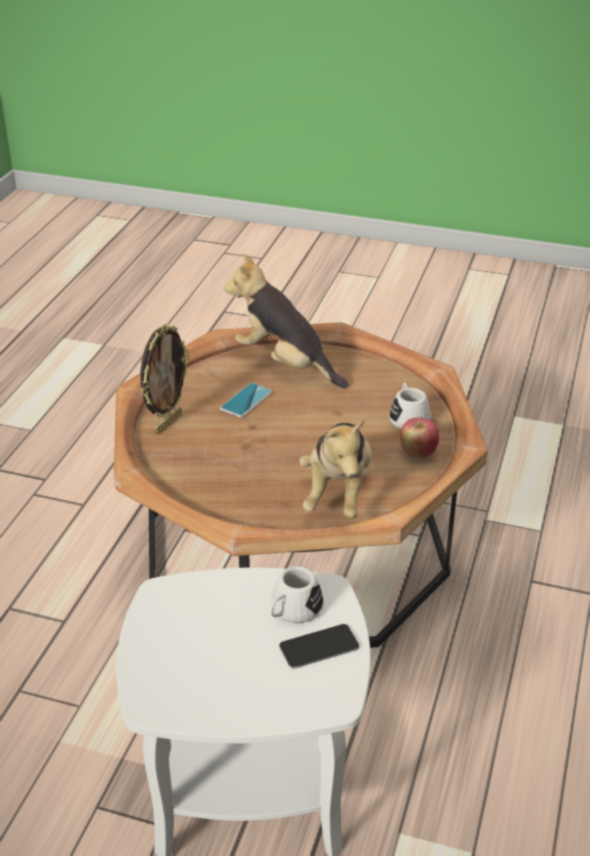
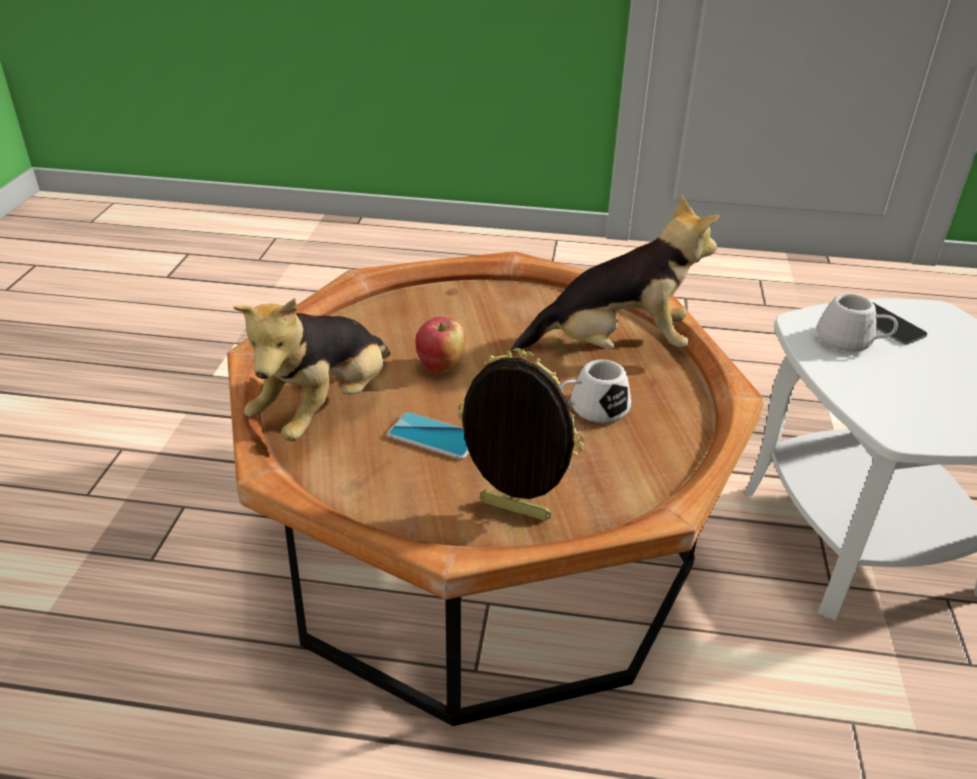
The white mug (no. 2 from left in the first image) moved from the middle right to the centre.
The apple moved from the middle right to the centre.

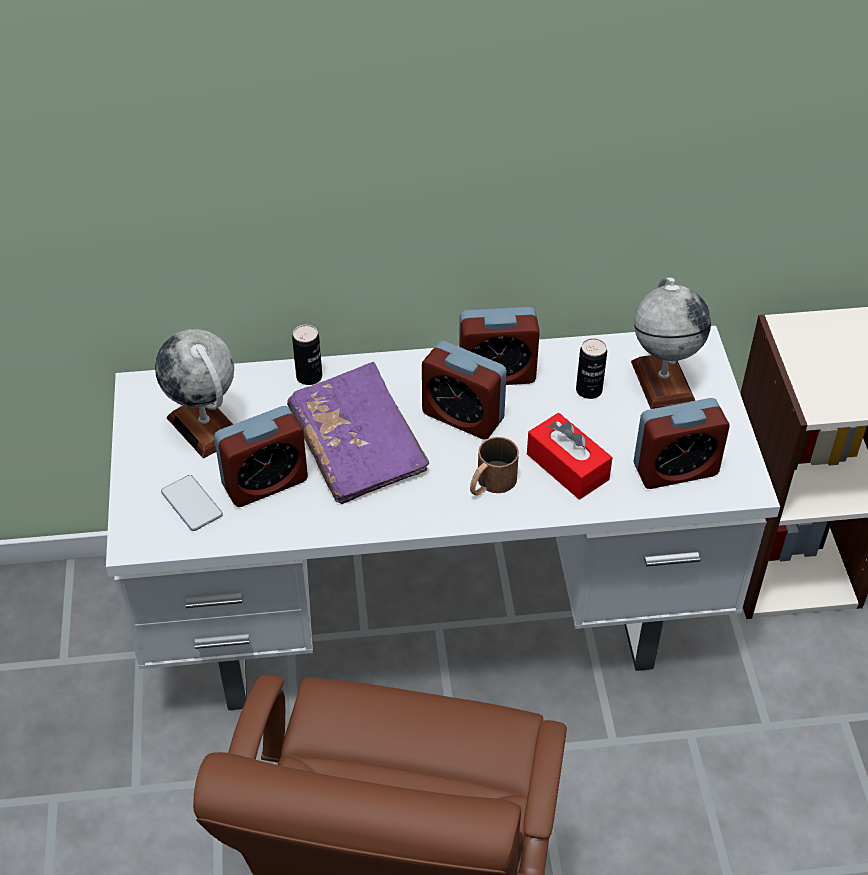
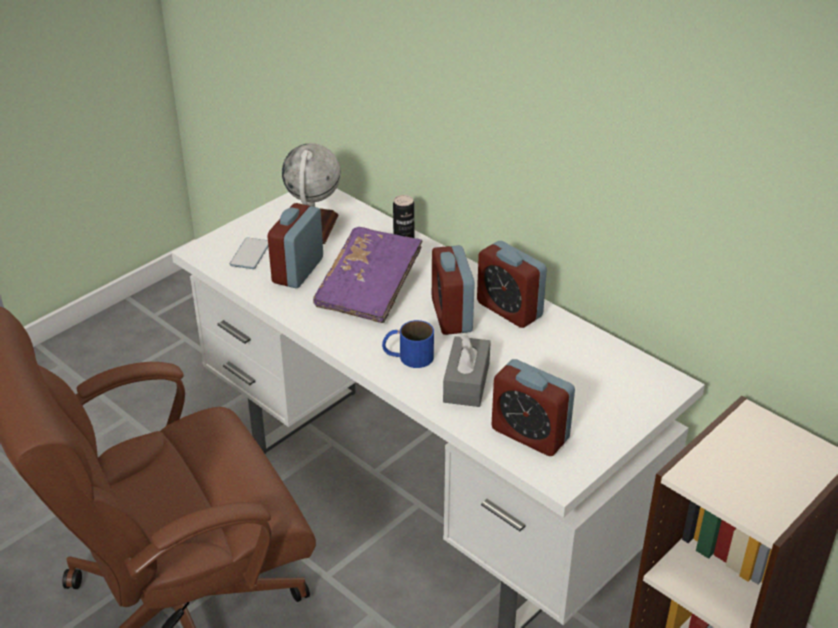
The globe (no. 2 from left) at the middle right disappeared.
The can (no. 2 from left) at the middle right disappeared.
The alarm clock (no. 1 from left) at the middle left turned 90 degrees clockwise.
The red tissue box at the centre became the grey tissue box at the centre.
The brown mug at the centre became the blue mug at the centre.

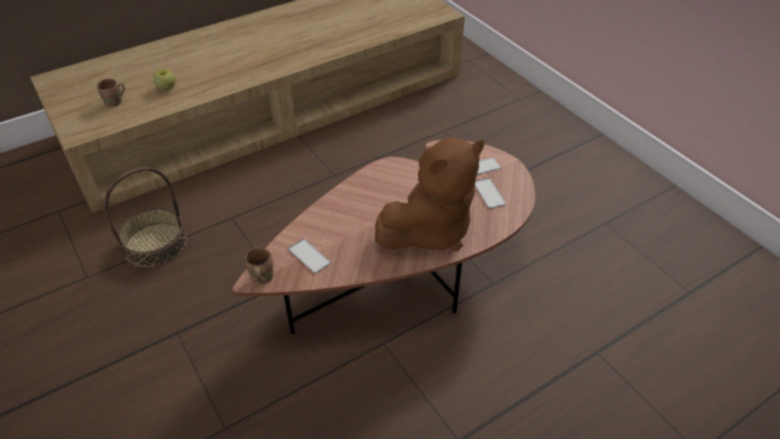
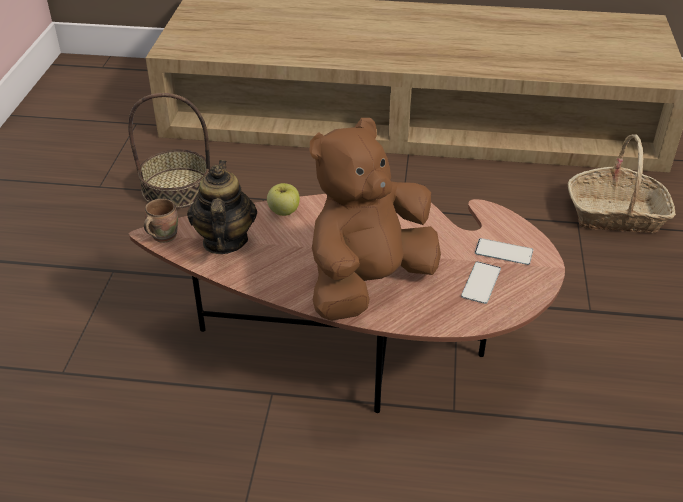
The apple moved from the top left to the centre.
The brown mug (no. 1 from left) at the top left disappeared.
The brown plush toy at the centre turned 135 degrees clockwise.
The phone (no. 1 from left) at the centre was replaced by the teapot at the middle left.
The basket (no. 2 from left) at the middle right appeared.

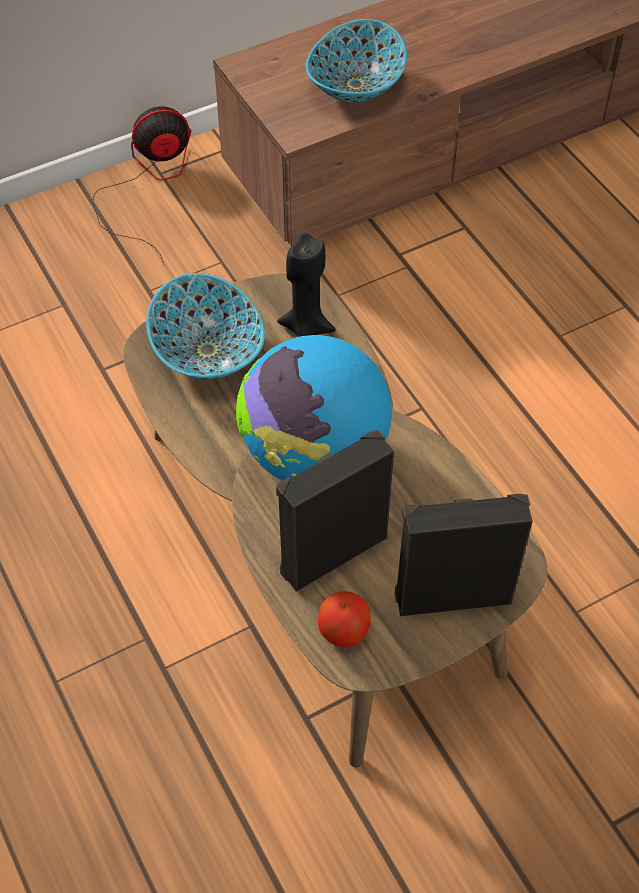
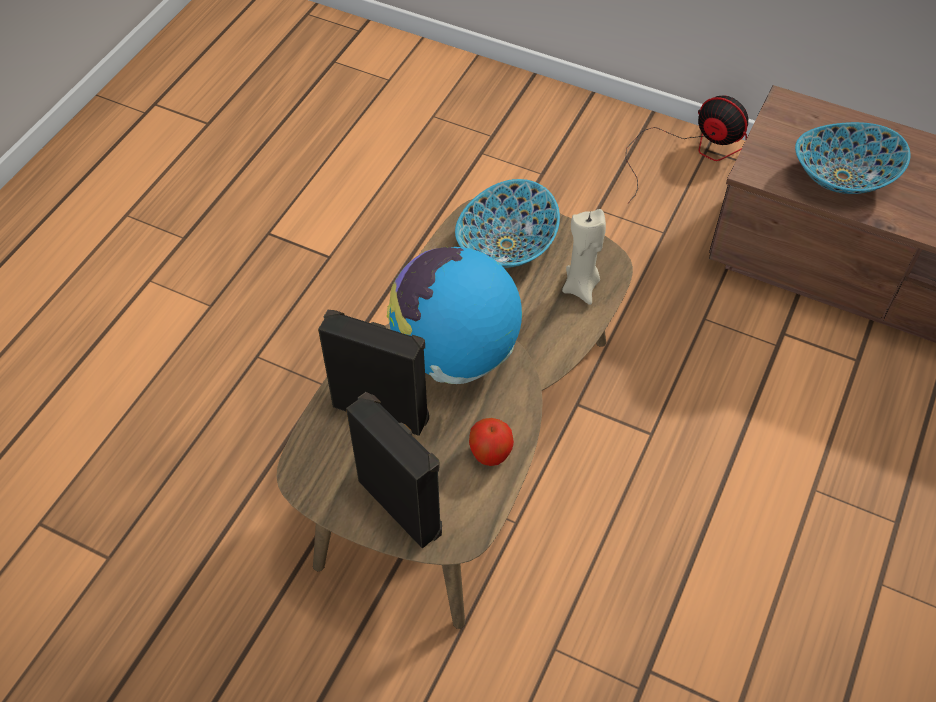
The black candle at the top centre became the beige candle at the centre.
The apple moved from the bottom centre to the centre.

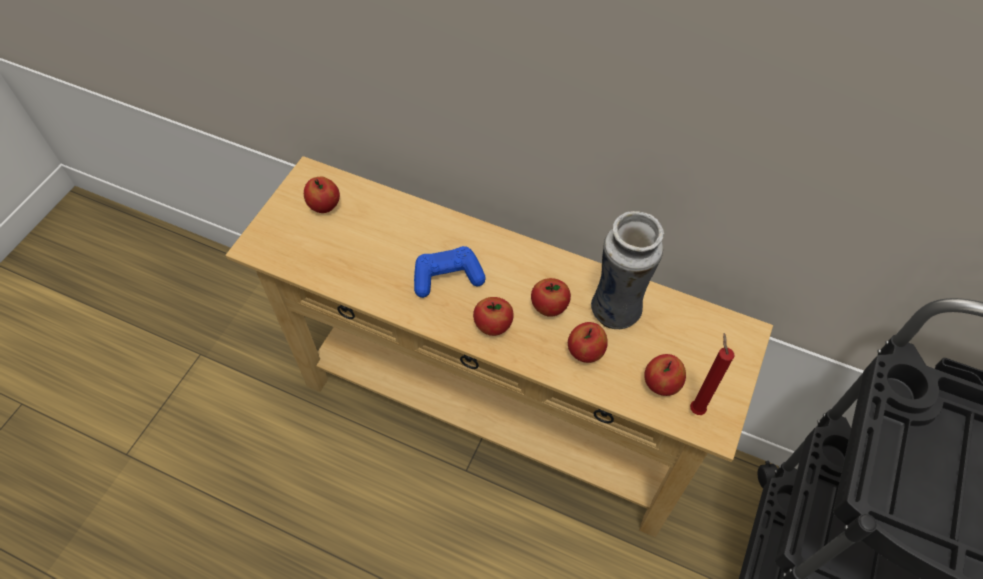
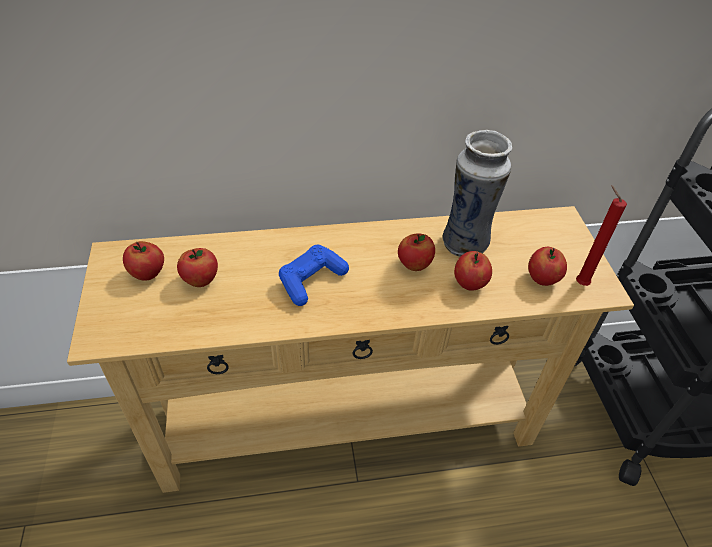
The apple (no. 2 from left) moved from the centre to the middle left.

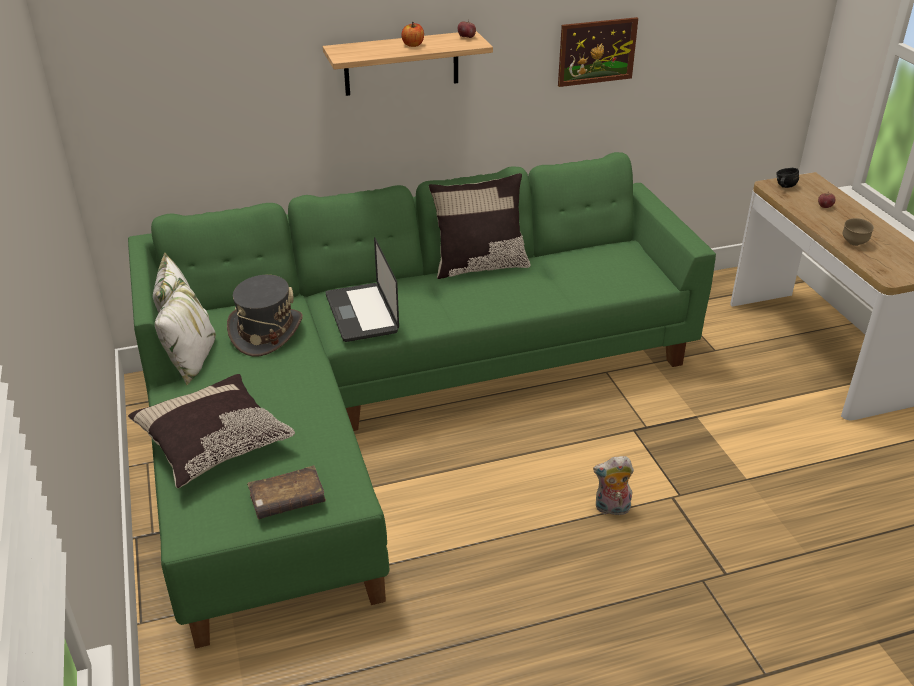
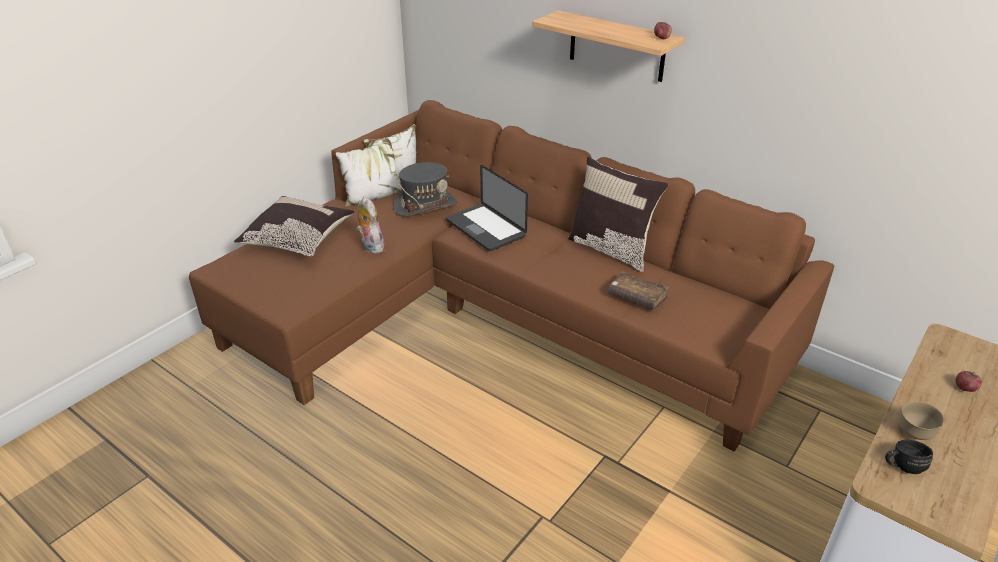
The picture at the top centre disappeared.
The apple (no. 1 from left) at the top centre disappeared.
The green sofa at the centre became the brown sofa at the centre.
The black mug moved from the top right to the bottom right.
The laptop at the centre turned 75 degrees counterclockwise.
The plush toy moved from the bottom right to the centre.
The brown book moved from the bottom left to the centre.

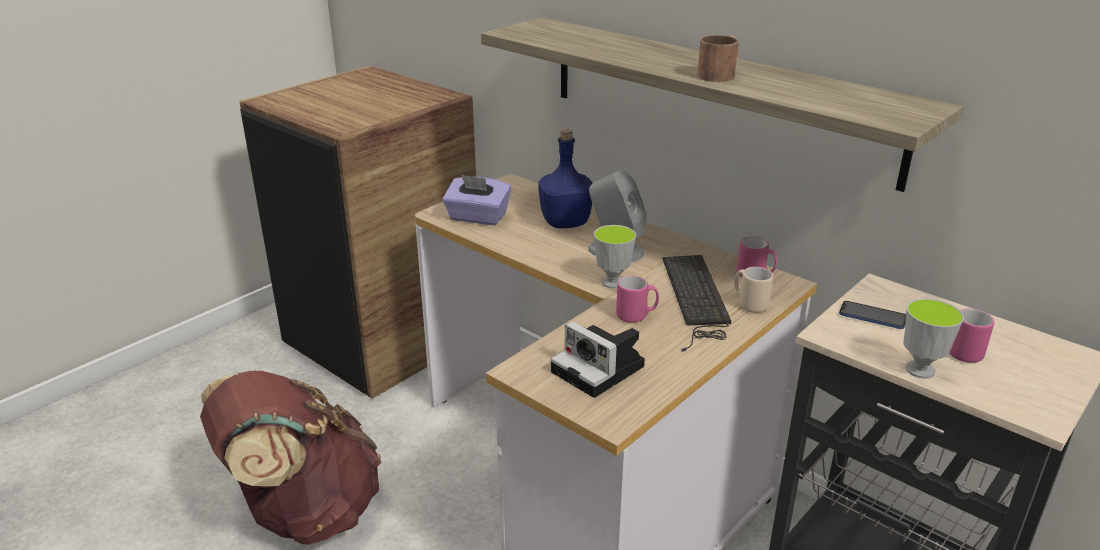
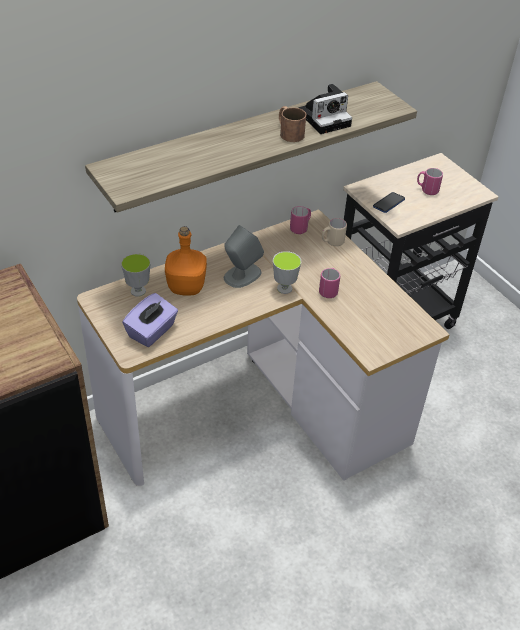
The blue bottle at the top centre became the orange bottle at the centre.
The keyboard at the centre disappeared.
The cup (no. 2 from left in the first image) moved from the middle right to the middle left.
The photo camera moved from the centre to the top centre.
The brown backpack at the bottom left disappeared.

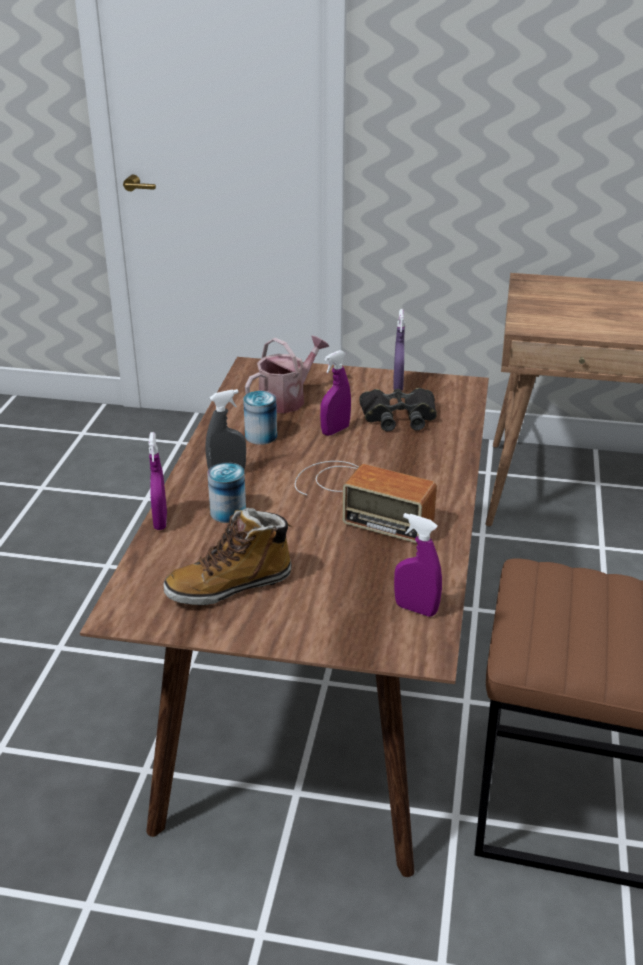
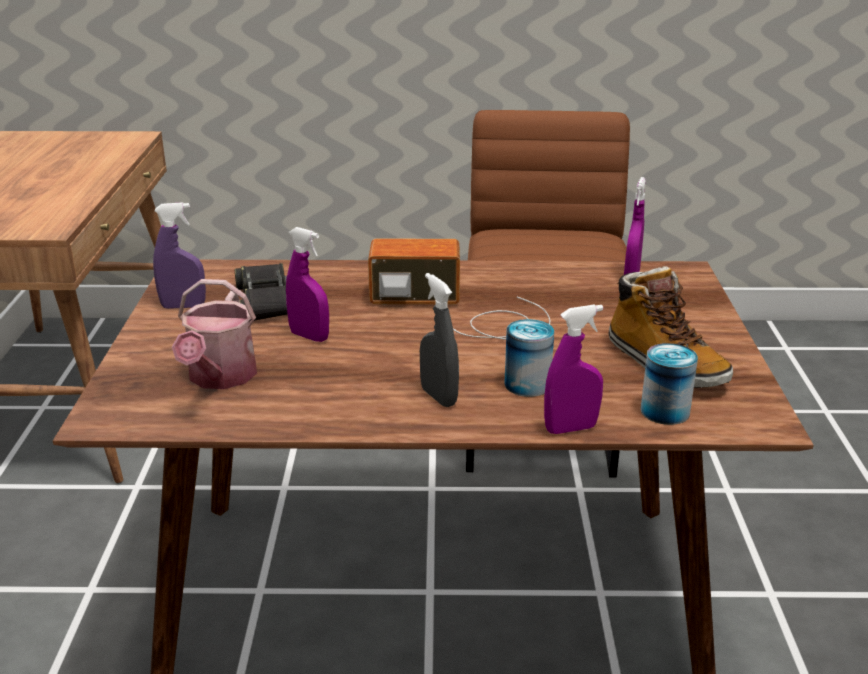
The watering can at the centre turned 120 degrees counterclockwise.
The can (no. 2 from left) moved from the centre to the middle right.
The radio at the centre turned 105 degrees counterclockwise.

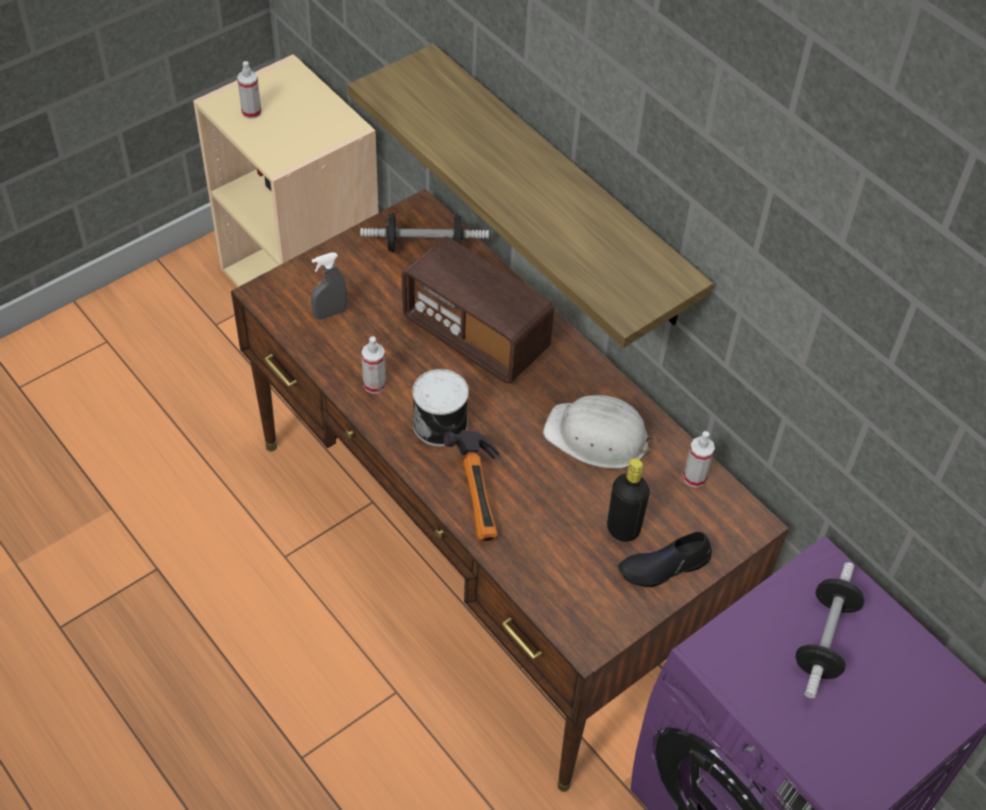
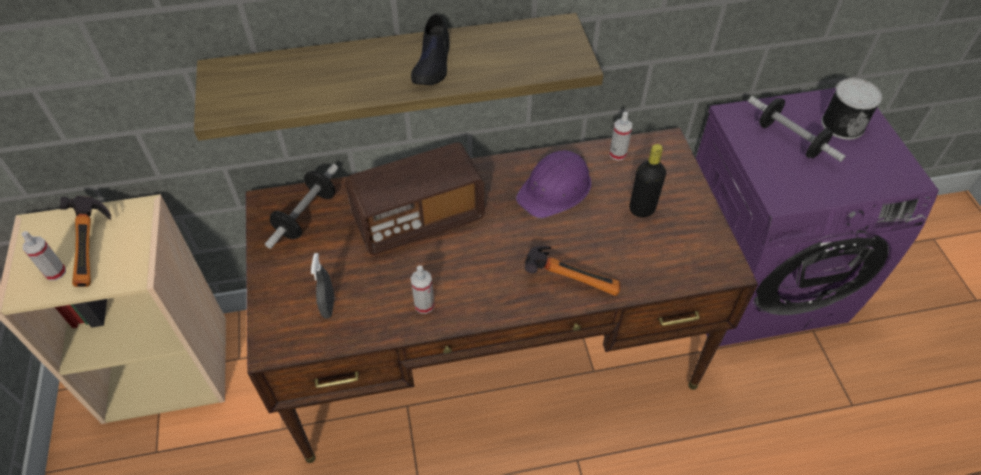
The can moved from the centre to the top right.
The white hard hat at the centre became the purple hard hat at the centre.
The black shoe moved from the bottom right to the top centre.
The hammer (no. 1 from left) at the middle left appeared.

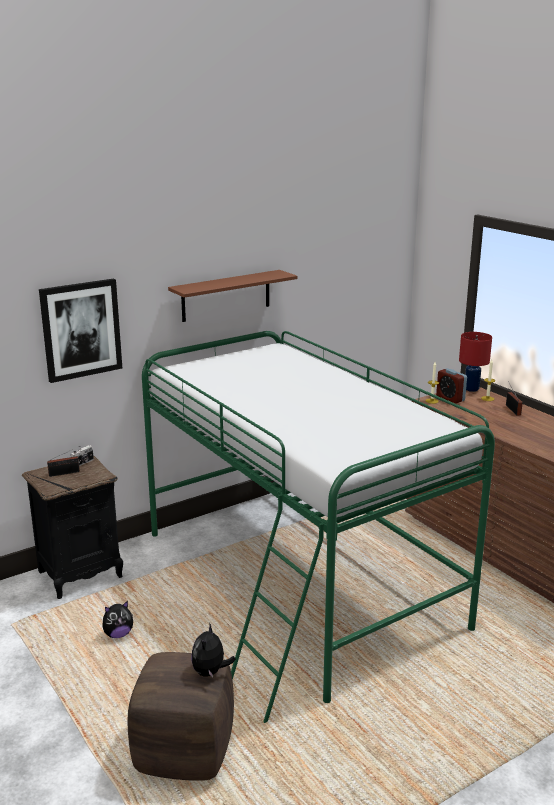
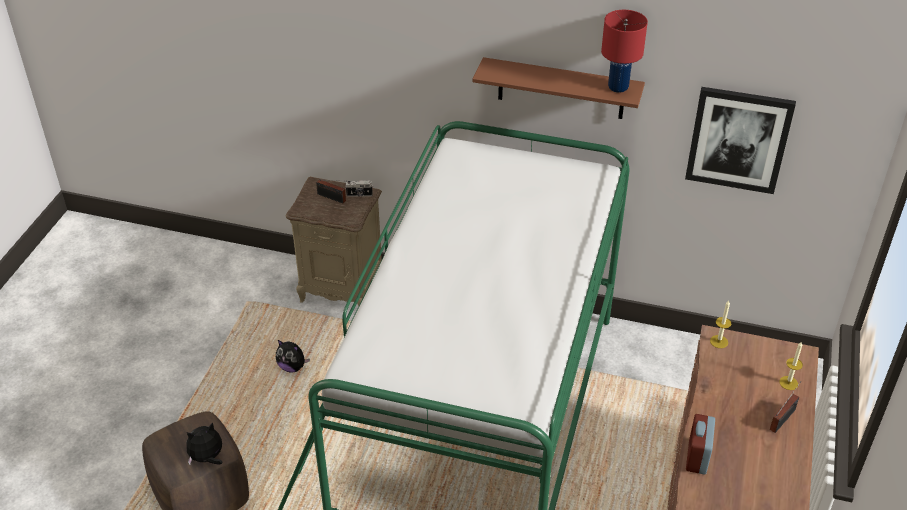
The picture moved from the middle left to the top right.
The red table lamp moved from the middle right to the top right.
The alarm clock moved from the middle right to the bottom right.
The black nightstand at the middle left became the beige nightstand at the centre.

